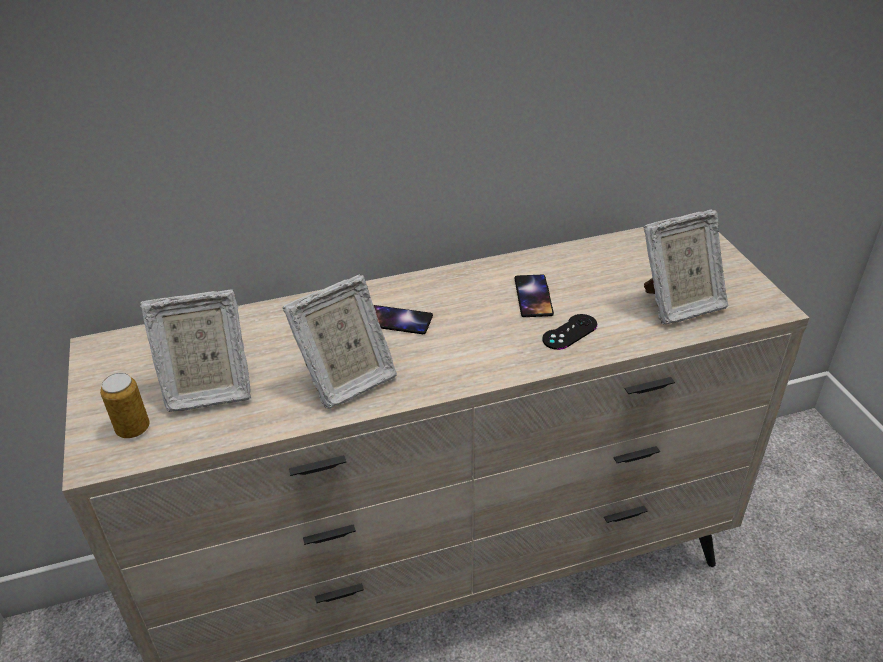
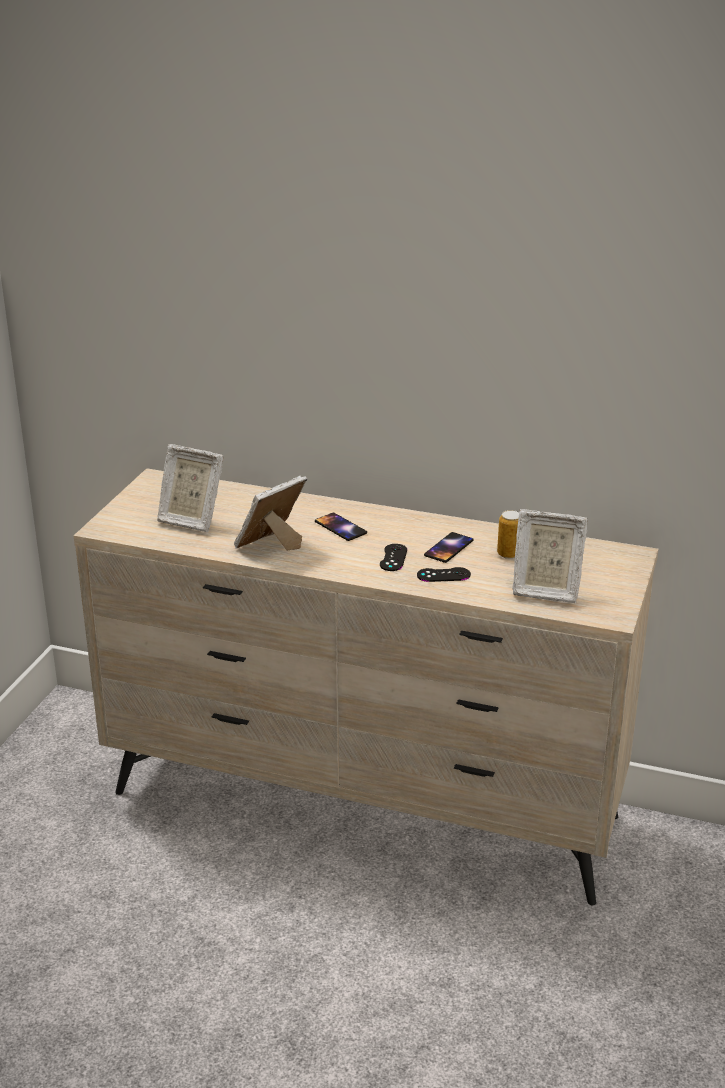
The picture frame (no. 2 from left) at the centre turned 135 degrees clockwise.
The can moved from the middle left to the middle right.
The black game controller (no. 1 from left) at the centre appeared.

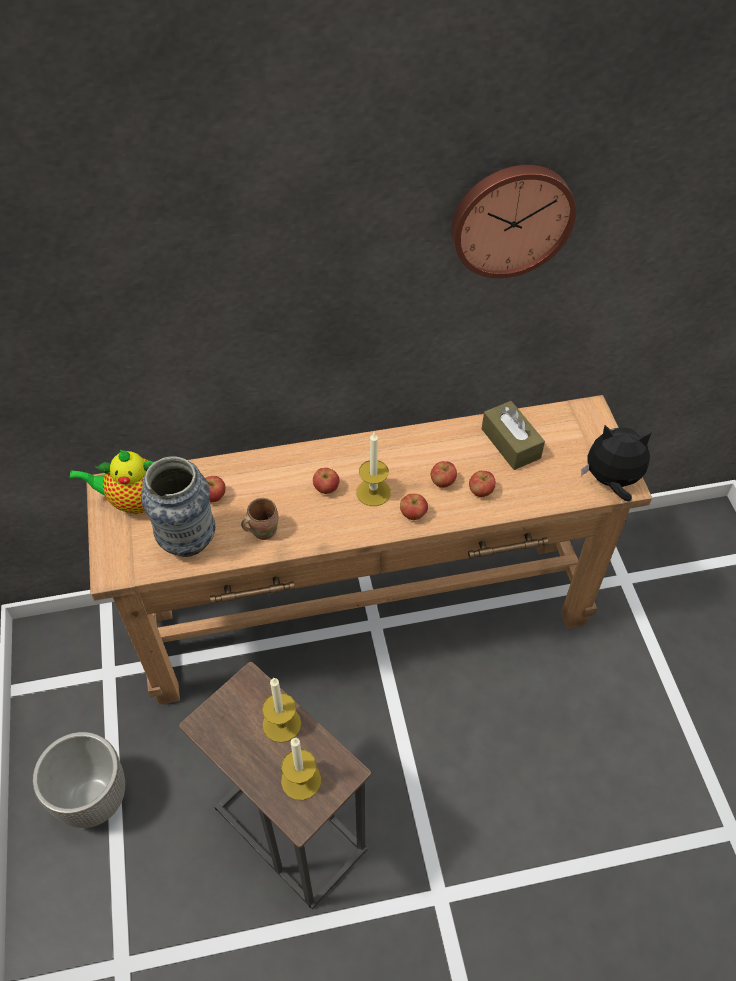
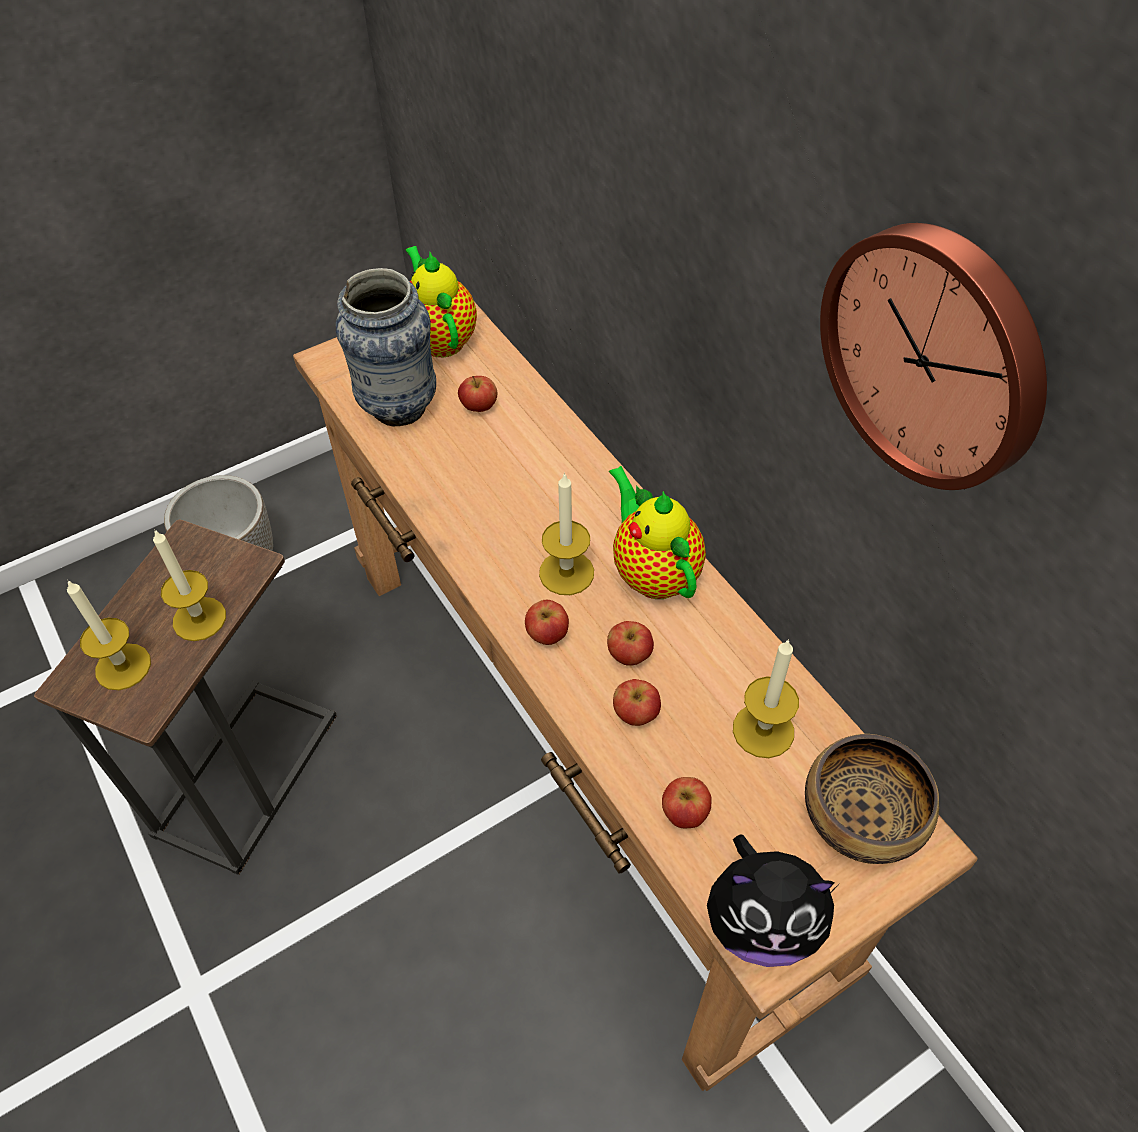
The brown tissue box at the middle right was replaced by the candle (no. 4 from left) at the middle right.
The plush toy at the middle right turned 105 degrees clockwise.
The apple (no. 2 from left in the first image) moved from the centre to the bottom centre.
The brown mug at the centre disappeared.
The teapot (no. 2 from left) at the centre appeared.
The bowl at the bottom right appeared.

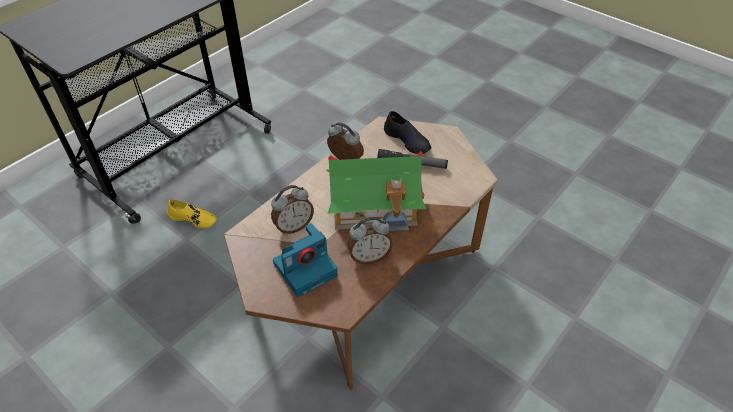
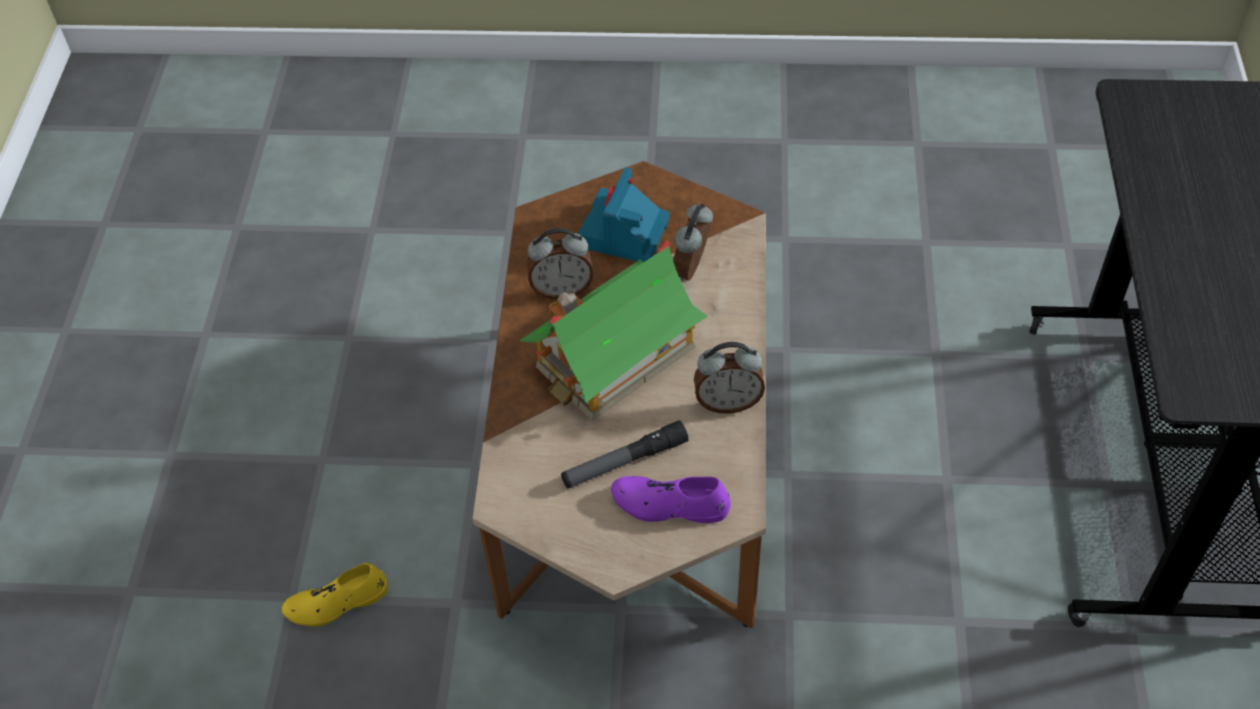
The black shoe at the top centre became the purple shoe at the bottom centre.
The yellow shoe moved from the middle left to the bottom left.
The alarm clock (no. 3 from left in the first image) at the centre turned 135 degrees counterclockwise.

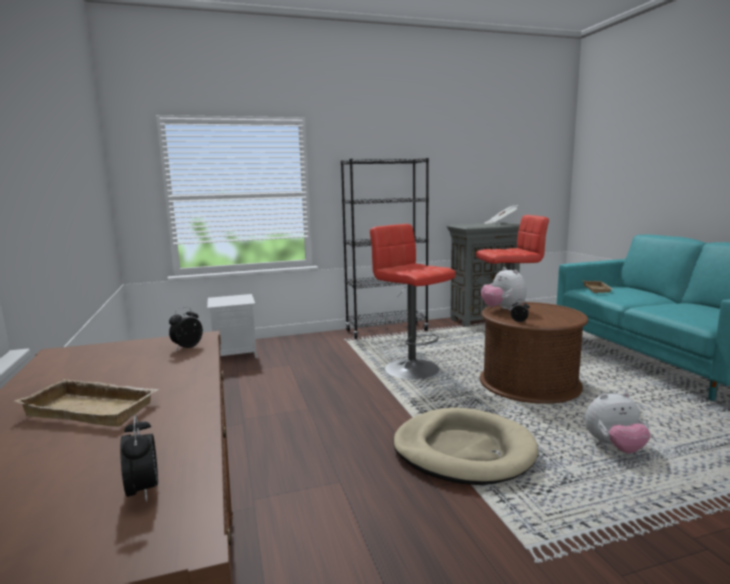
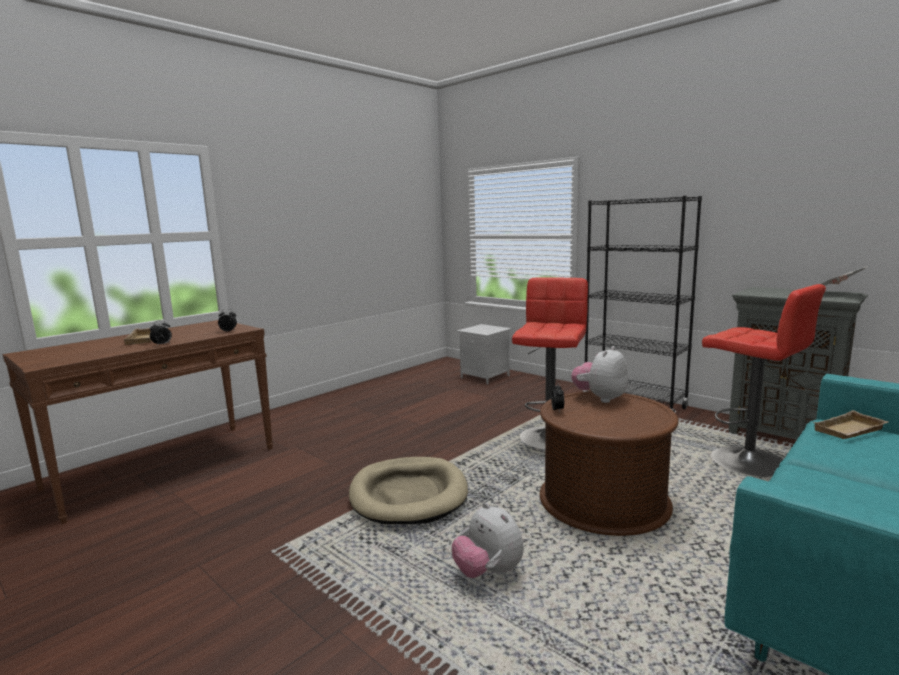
The alarm clock (no. 1 from left) moved from the bottom left to the middle left.

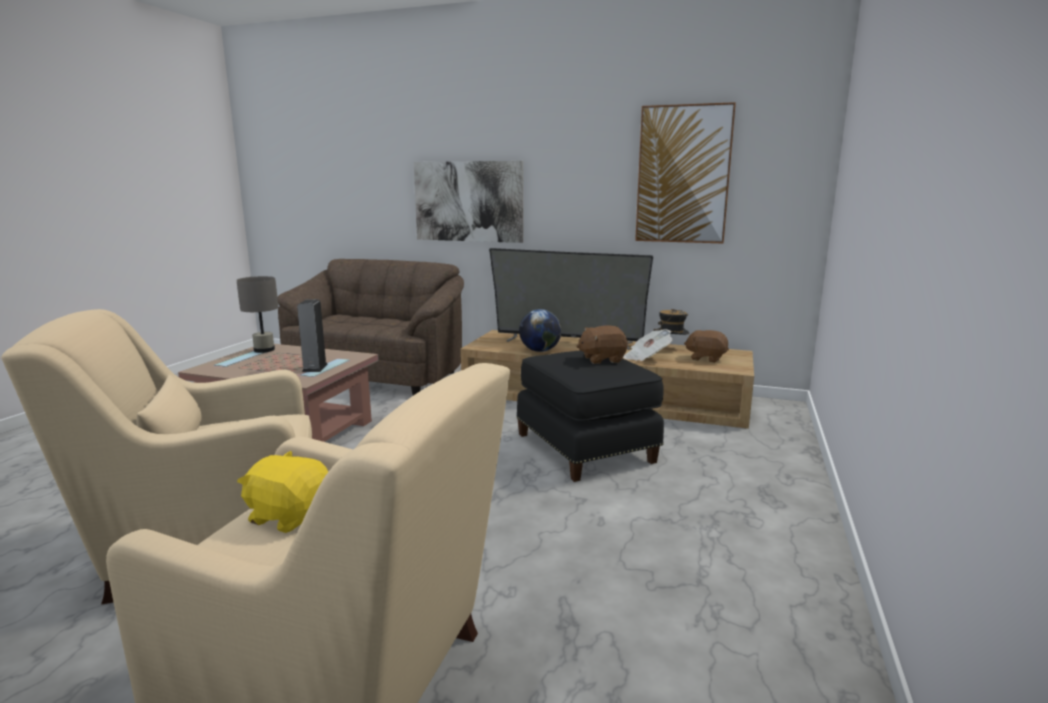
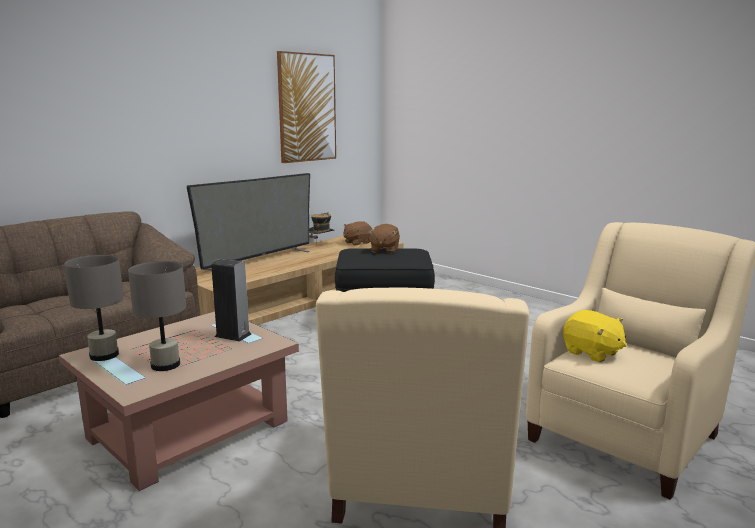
The picture (no. 1 from left) at the top centre disappeared.
The globe at the centre disappeared.
The newspaper at the centre disappeared.
The yellow plush toy at the bottom left turned 90 degrees counterclockwise.
The grey table lamp (no. 2 from left) at the middle left appeared.

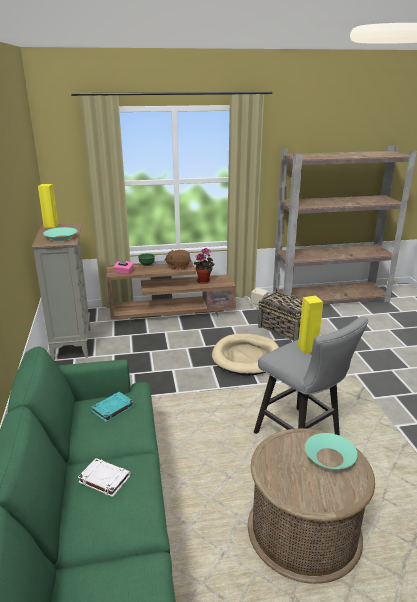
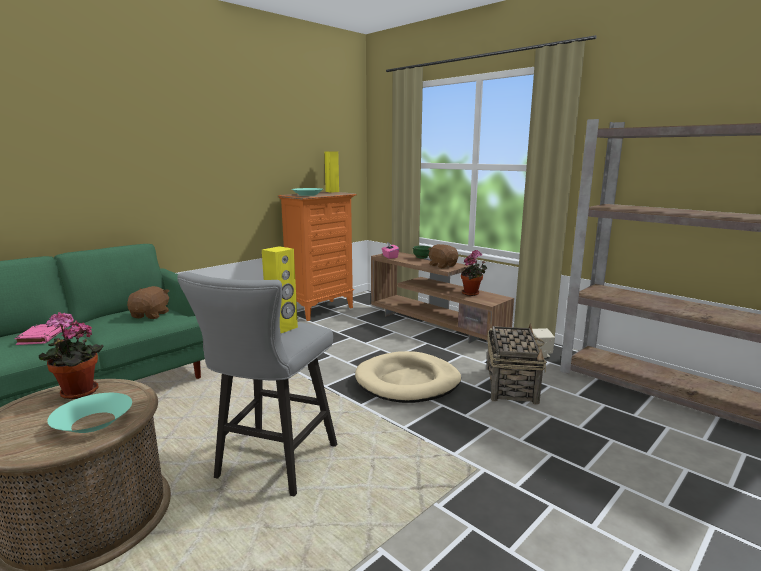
The grey dresser at the middle left became the orange dresser at the centre.
The turquoise book at the bottom left was replaced by the brown plush toy (no. 1 from left) at the middle left.
The white book at the bottom left became the pink book at the middle left.
The potted plant (no. 1 from left) at the middle left appeared.

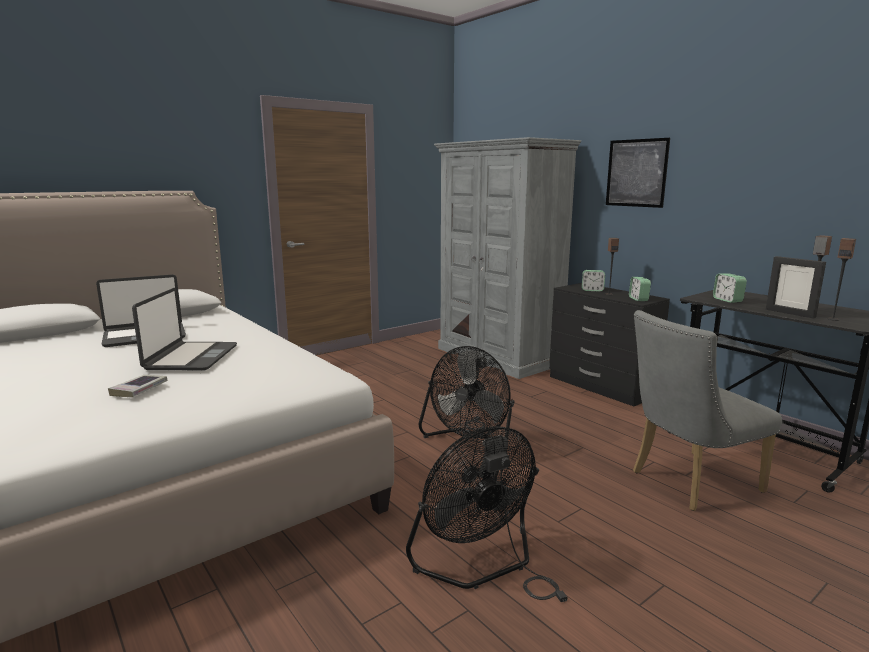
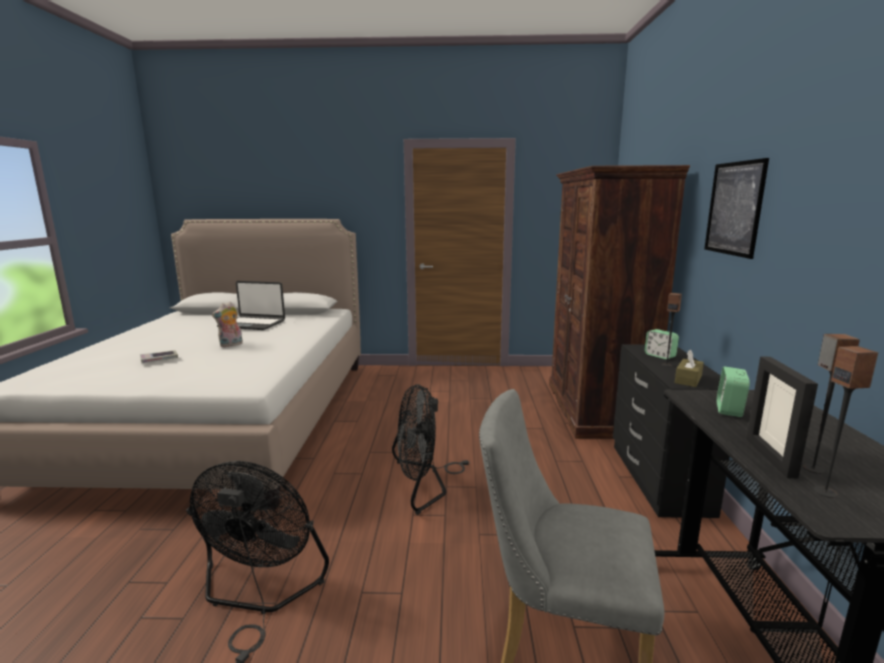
The grey wardrobe at the centre became the brown wardrobe at the middle right.
The alarm clock (no. 2 from left) at the middle right was replaced by the brown tissue box at the middle right.
The laptop (no. 2 from left) at the middle left was replaced by the plush toy at the middle left.

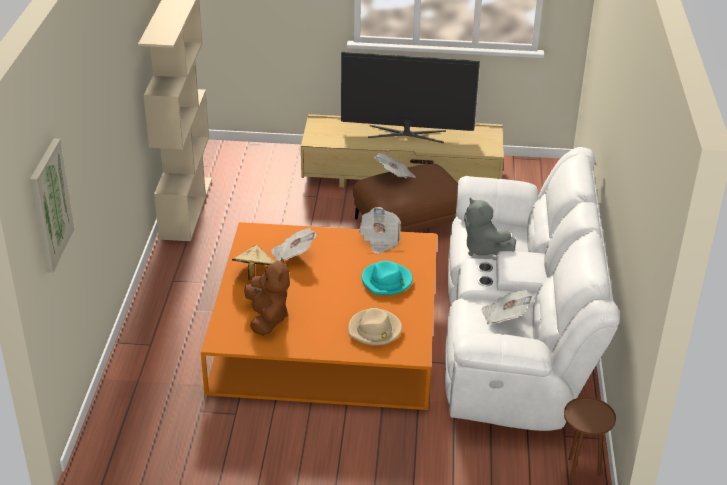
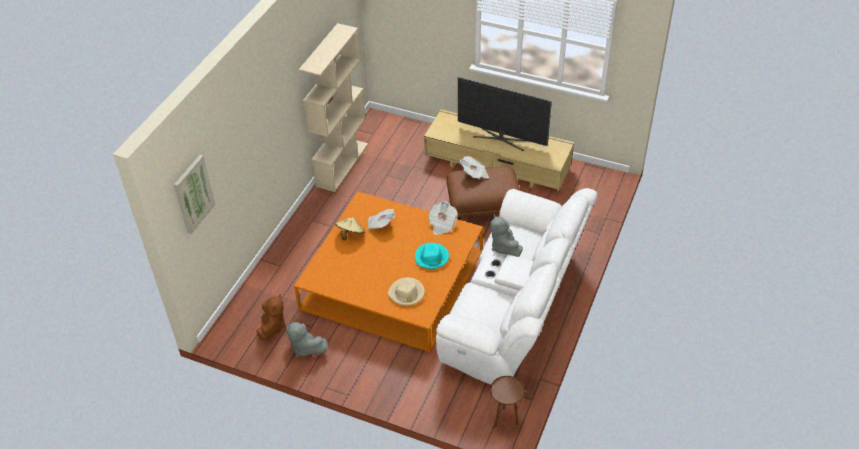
The brown plush toy moved from the centre to the bottom left.
The newspaper (no. 4 from left) at the middle right disappeared.
The grey plush toy (no. 1 from left) at the bottom centre appeared.

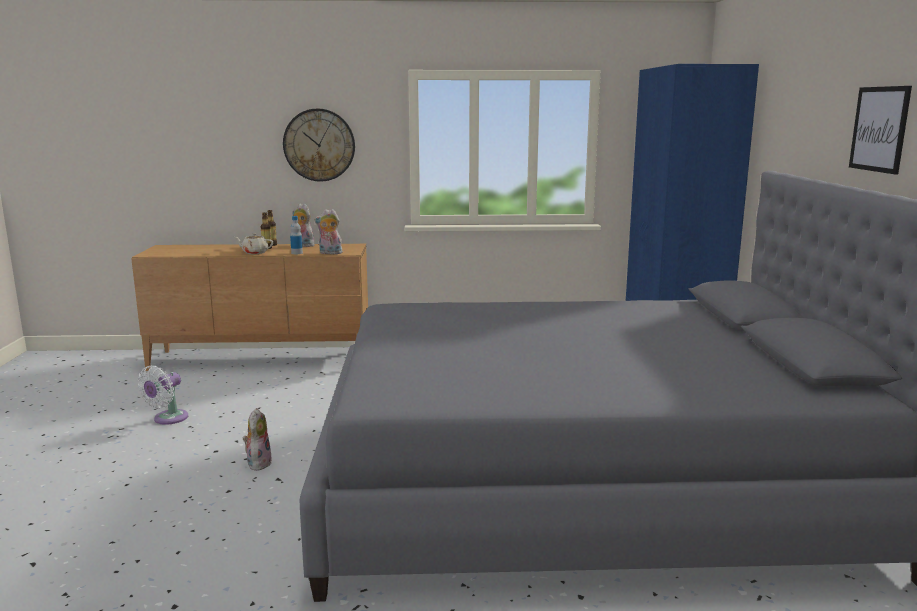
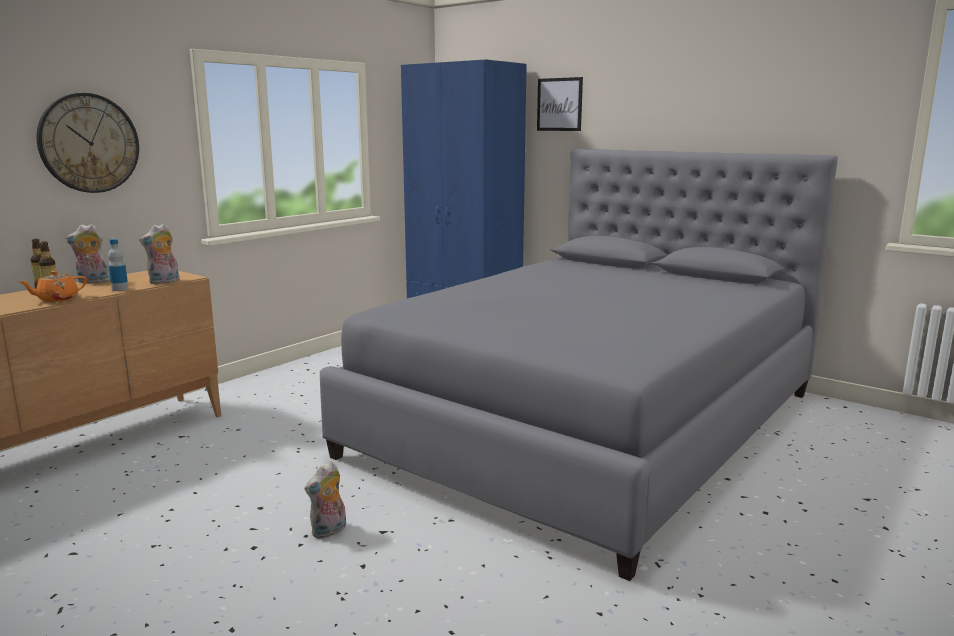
The picture moved from the top right to the top centre.
The beige teapot at the middle left became the orange teapot at the middle left.
The white fan at the middle left disappeared.
The plush toy (no. 1 from left in the first image) at the bottom left turned 90 degrees counterclockwise.

